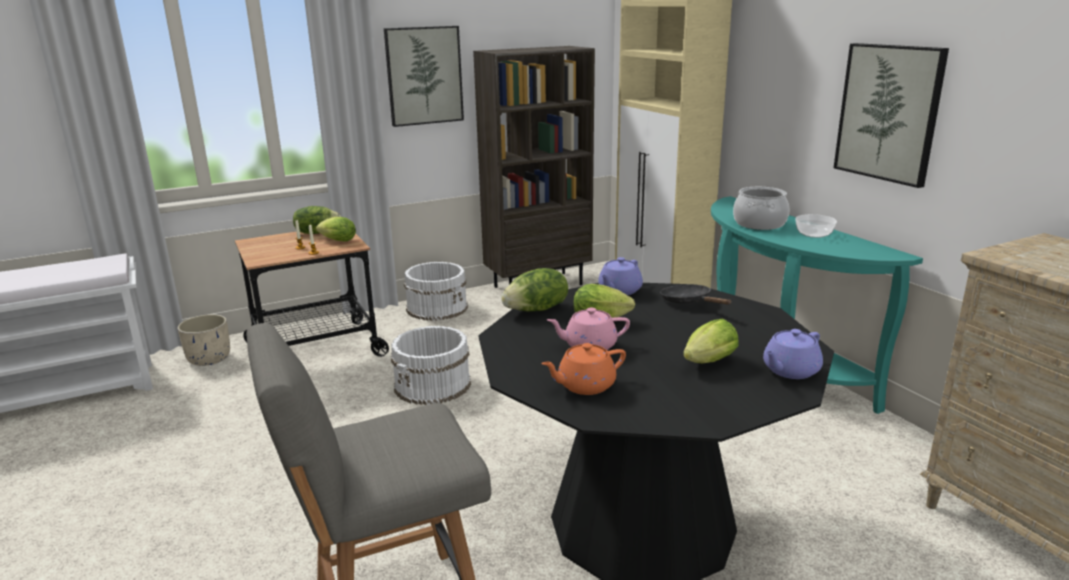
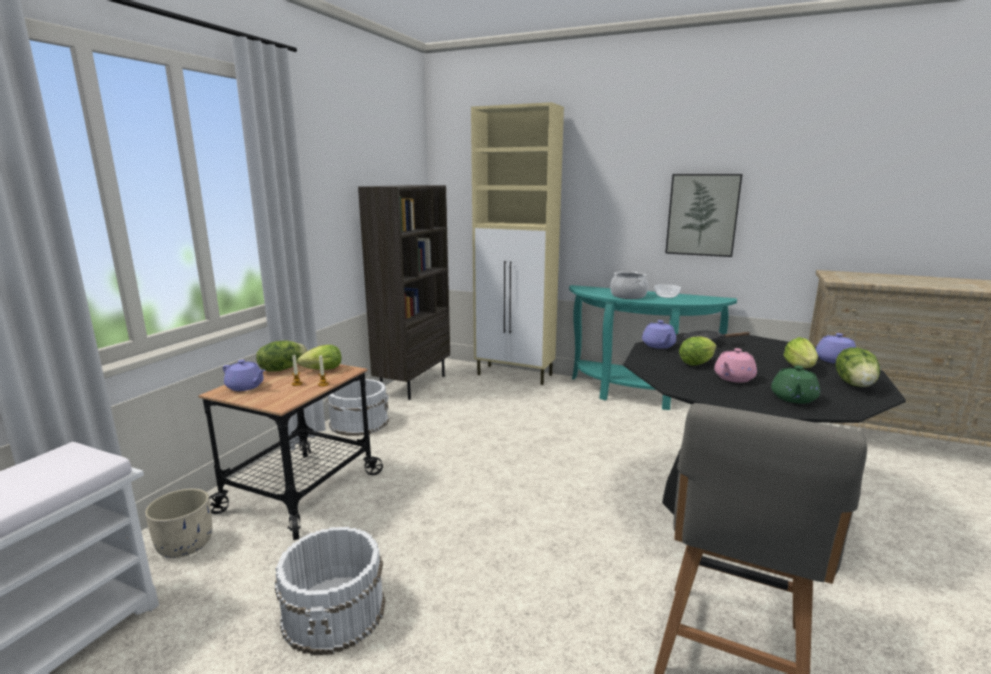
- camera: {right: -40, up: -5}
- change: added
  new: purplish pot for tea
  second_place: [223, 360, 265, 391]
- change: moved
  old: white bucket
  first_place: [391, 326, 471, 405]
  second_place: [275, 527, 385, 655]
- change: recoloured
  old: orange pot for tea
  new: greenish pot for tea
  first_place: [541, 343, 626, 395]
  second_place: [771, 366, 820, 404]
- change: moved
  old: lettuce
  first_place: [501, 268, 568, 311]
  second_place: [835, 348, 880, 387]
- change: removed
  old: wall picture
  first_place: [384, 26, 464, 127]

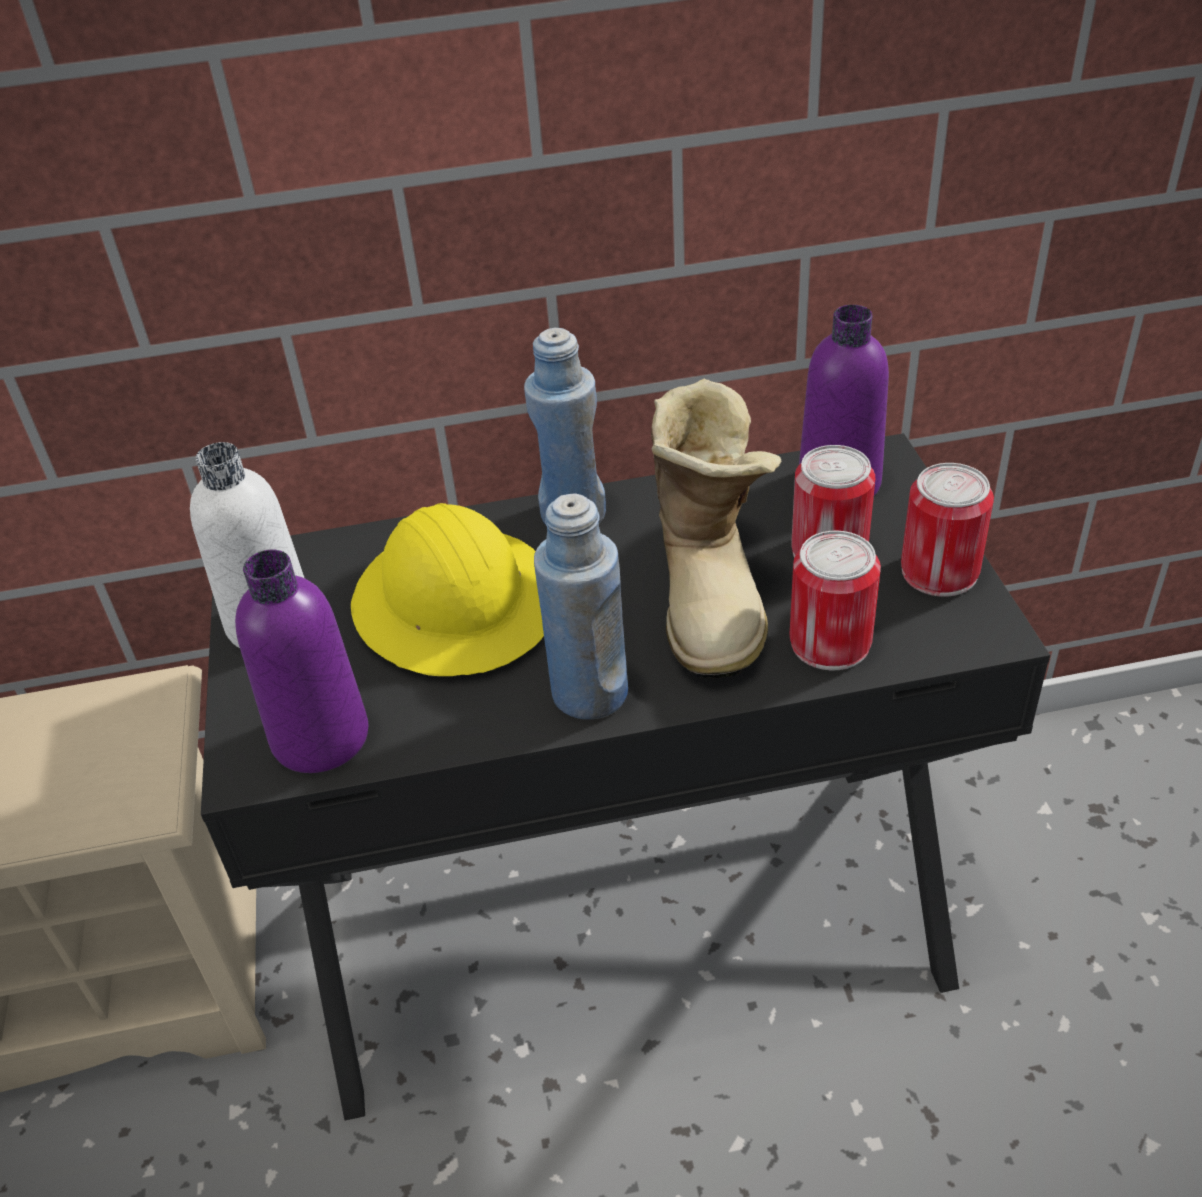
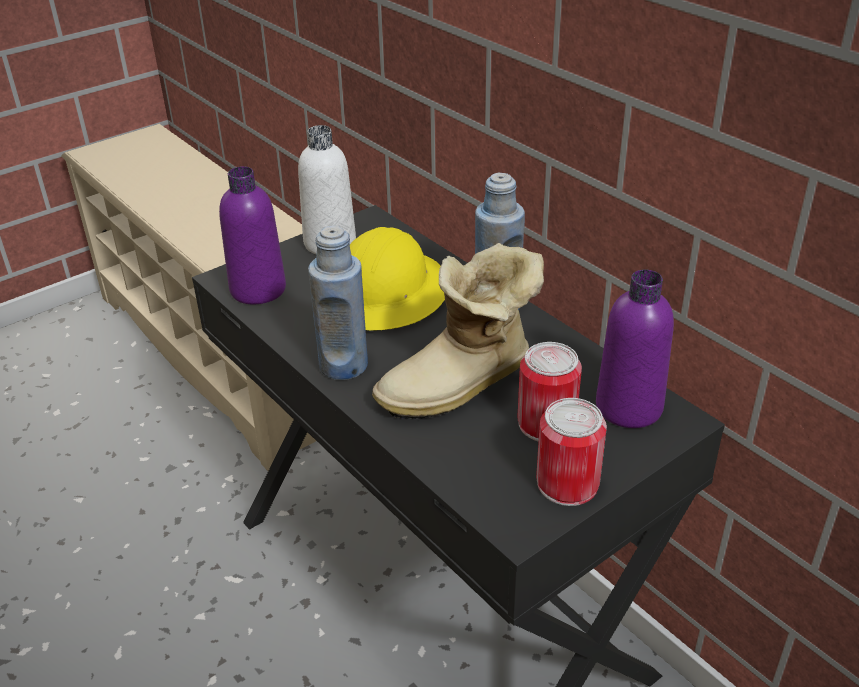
- camera: {right: 60, up: -5}
- change: removed
  old: can
  first_place: [789, 531, 881, 670]

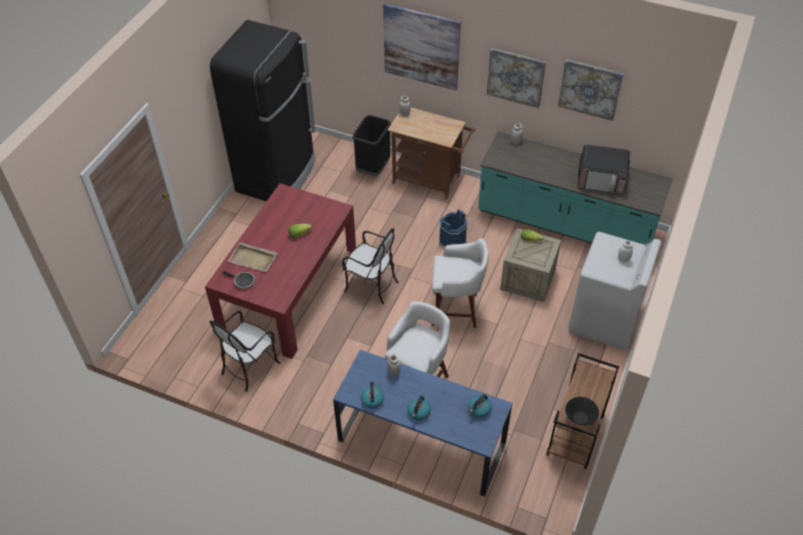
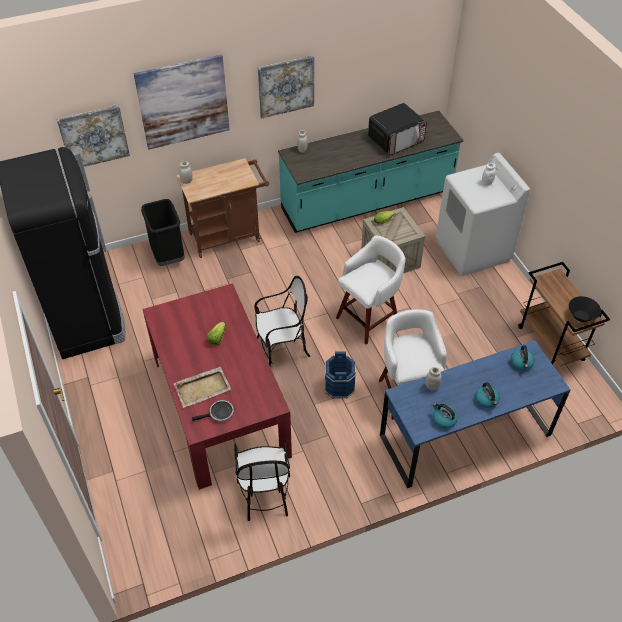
- camera: {right: -45, up: 0}
- change: moved
  old: wall picture
  first_place: [558, 59, 624, 121]
  second_place: [57, 105, 130, 167]
- change: moved
  old: blue bucket
  first_place: [439, 209, 468, 247]
  second_place: [324, 351, 357, 399]

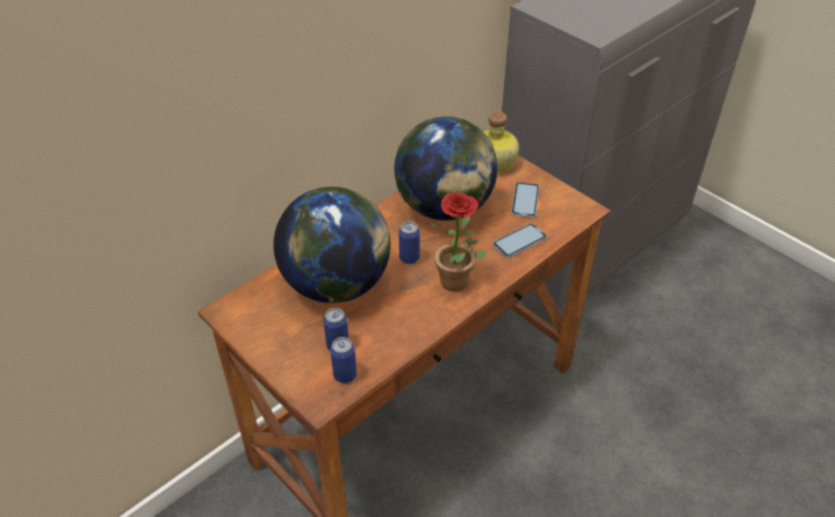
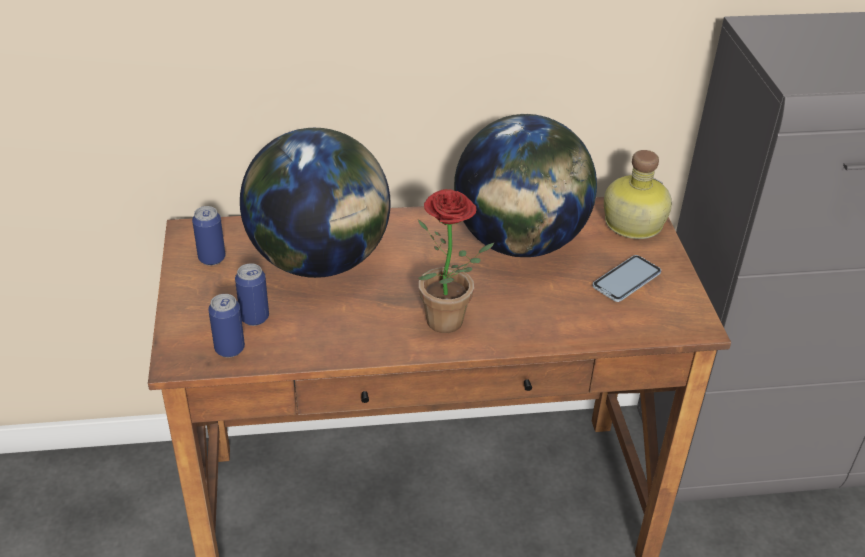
- camera: {right: 35, up: -5}
- change: moved
  old: can
  first_place: [399, 221, 420, 264]
  second_place: [192, 206, 226, 265]
- change: removed
  old: handset
  first_place: [493, 223, 547, 258]

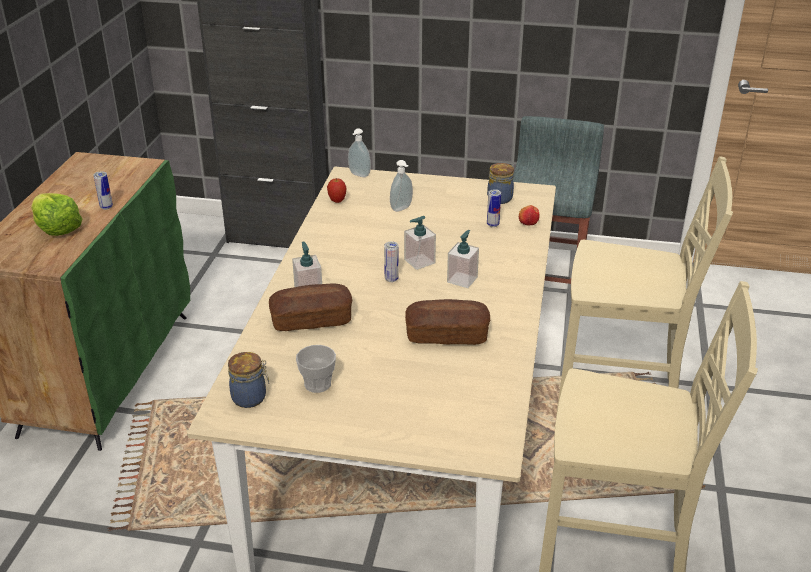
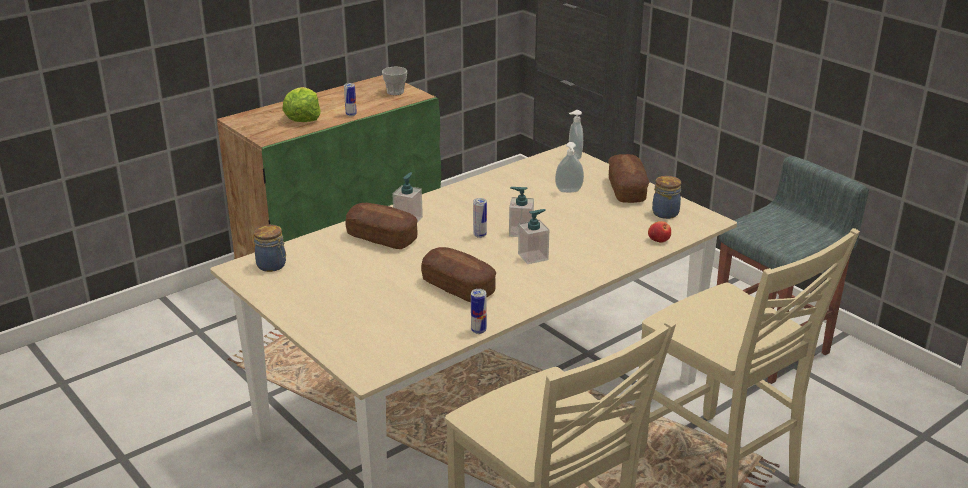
- camera: {right: 40, up: -5}
- change: moved
  old: drinking cup
  first_place: [296, 345, 336, 393]
  second_place: [382, 67, 407, 95]
- change: moved
  old: can
  first_place: [487, 189, 501, 227]
  second_place: [471, 289, 487, 334]
- change: added
  new: bread
  second_place: [608, 154, 649, 203]
- change: removed
  old: apple fruit
  first_place: [327, 178, 346, 203]

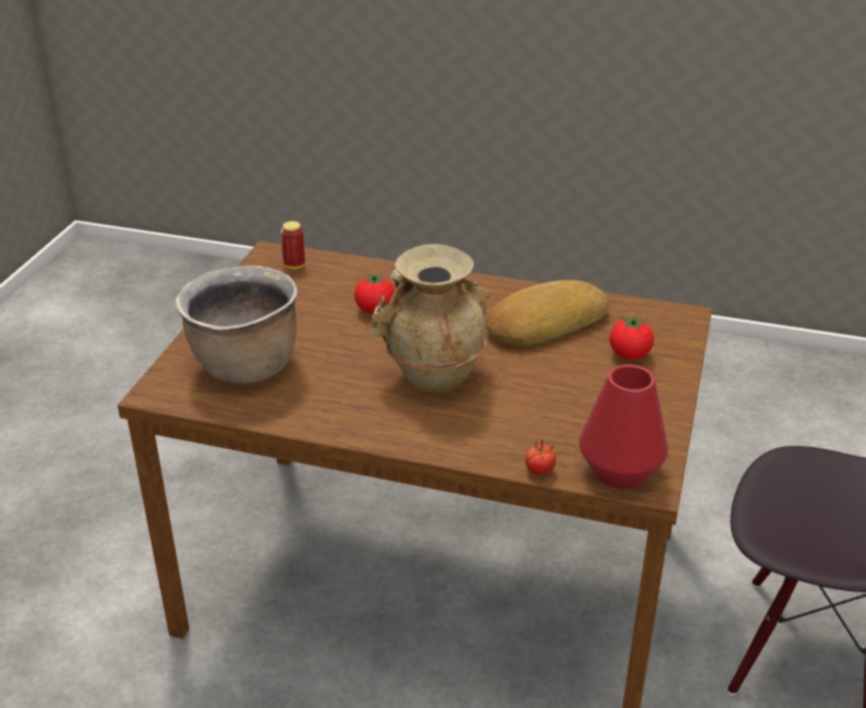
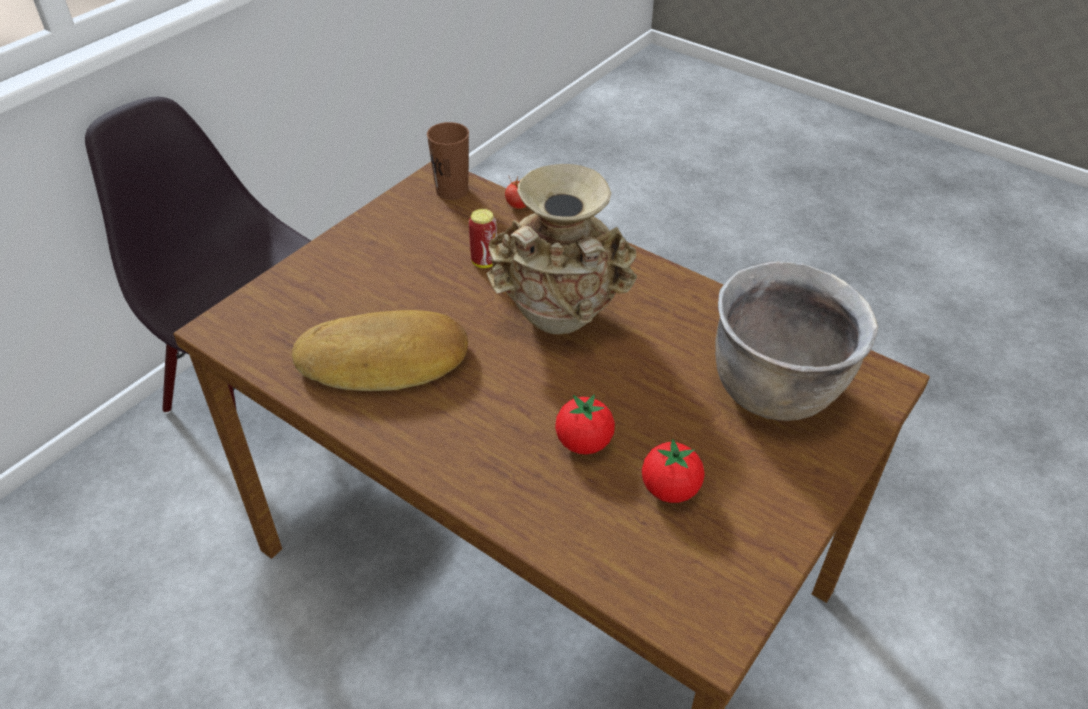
- camera: {right: -160, up: 10}
- change: replaced
  old: red flower vase
  new: brownish drinking cup
  first_place: [579, 364, 668, 489]
  second_place: [427, 122, 469, 200]
- change: moved
  old: can
  first_place: [281, 221, 305, 269]
  second_place: [469, 209, 497, 268]
- change: moved
  old: whole tomato
  first_place: [610, 315, 654, 360]
  second_place: [642, 439, 705, 503]

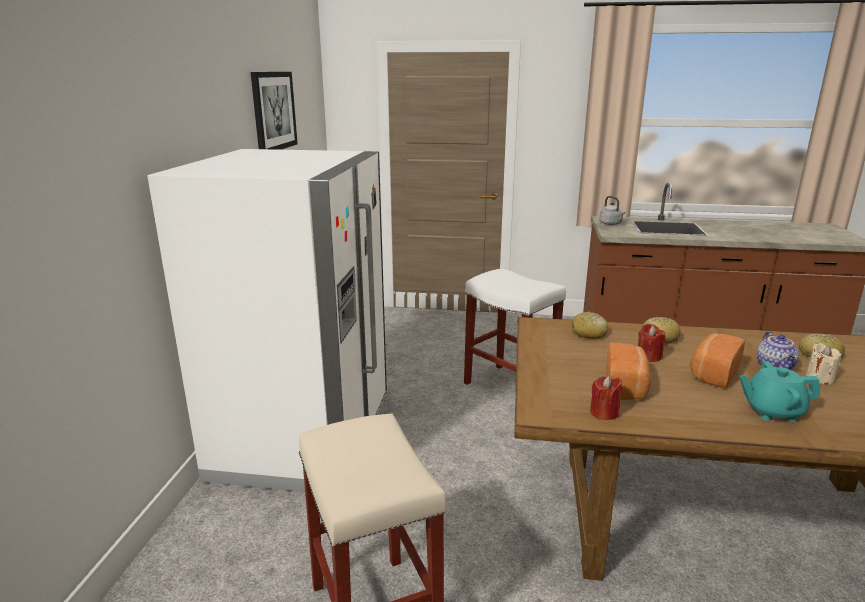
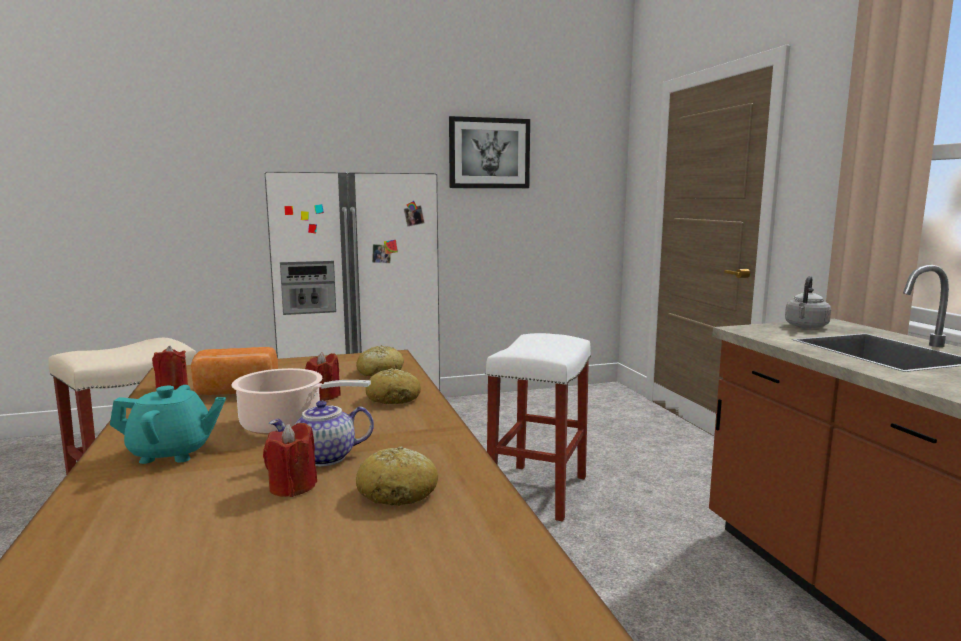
- camera: {right: 65, up: -10}
- change: turned
  old: turquoise pot for tea
  first_place: [739, 361, 820, 422]
  second_place: [110, 385, 226, 464]
  degrees: 105
- change: replaced
  old: bread
  new: cooking pot
  first_place: [690, 333, 745, 388]
  second_place: [231, 368, 371, 435]
- change: recoloured
  old: beige-coloured wax candle
  new: red wax candle
  first_place: [806, 343, 842, 385]
  second_place: [263, 423, 317, 497]

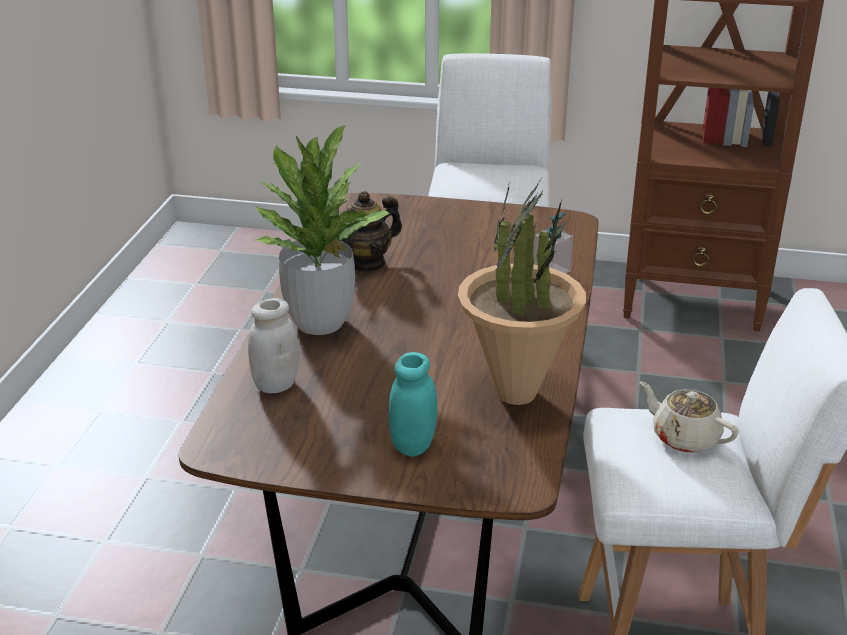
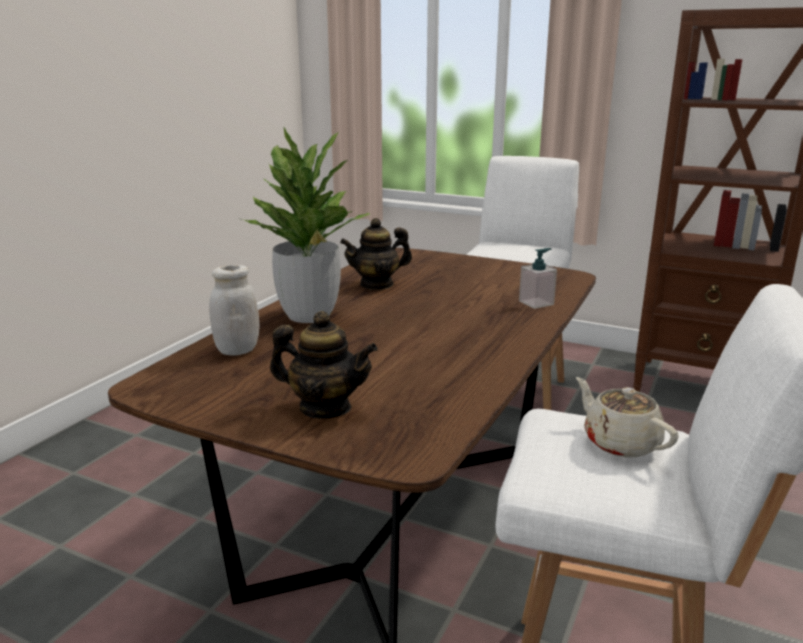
- camera: {right: 15, up: -10}
- change: replaced
  old: turquoise jar
  new: pot for tea
  first_place: [389, 352, 437, 457]
  second_place: [270, 311, 378, 419]
- change: removed
  old: houseplant
  first_place: [458, 176, 586, 405]

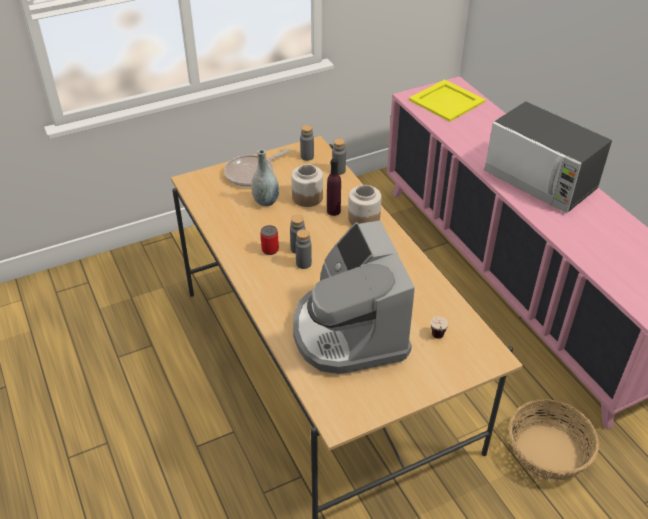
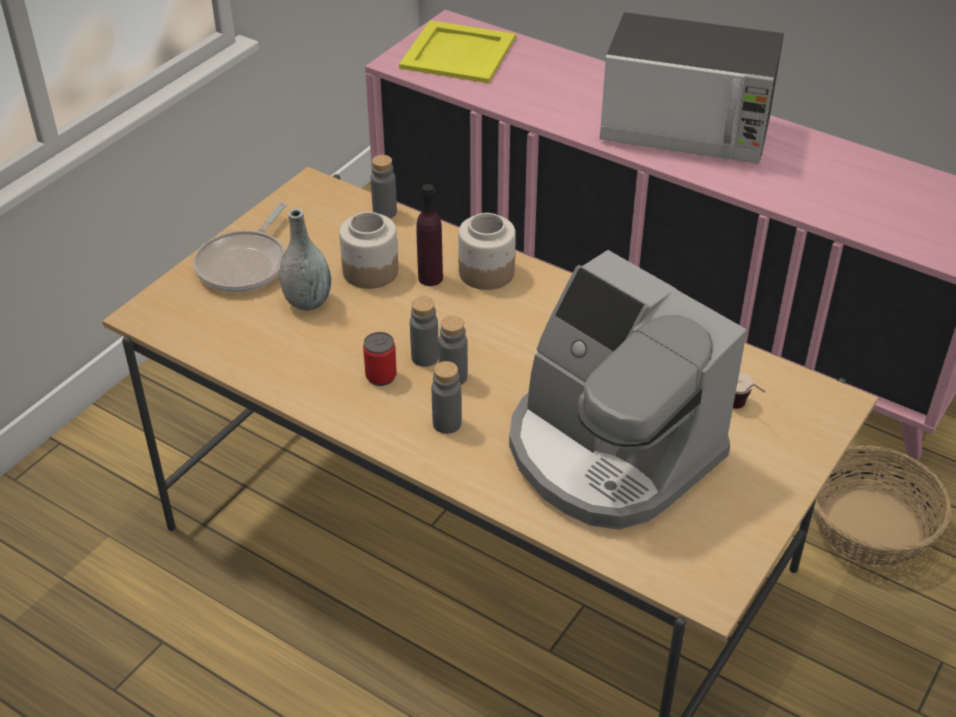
- camera: {right: -30, up: 0}
- change: moved
  old: greyish beverage bottle
  first_place: [300, 125, 314, 161]
  second_place: [432, 361, 462, 434]

